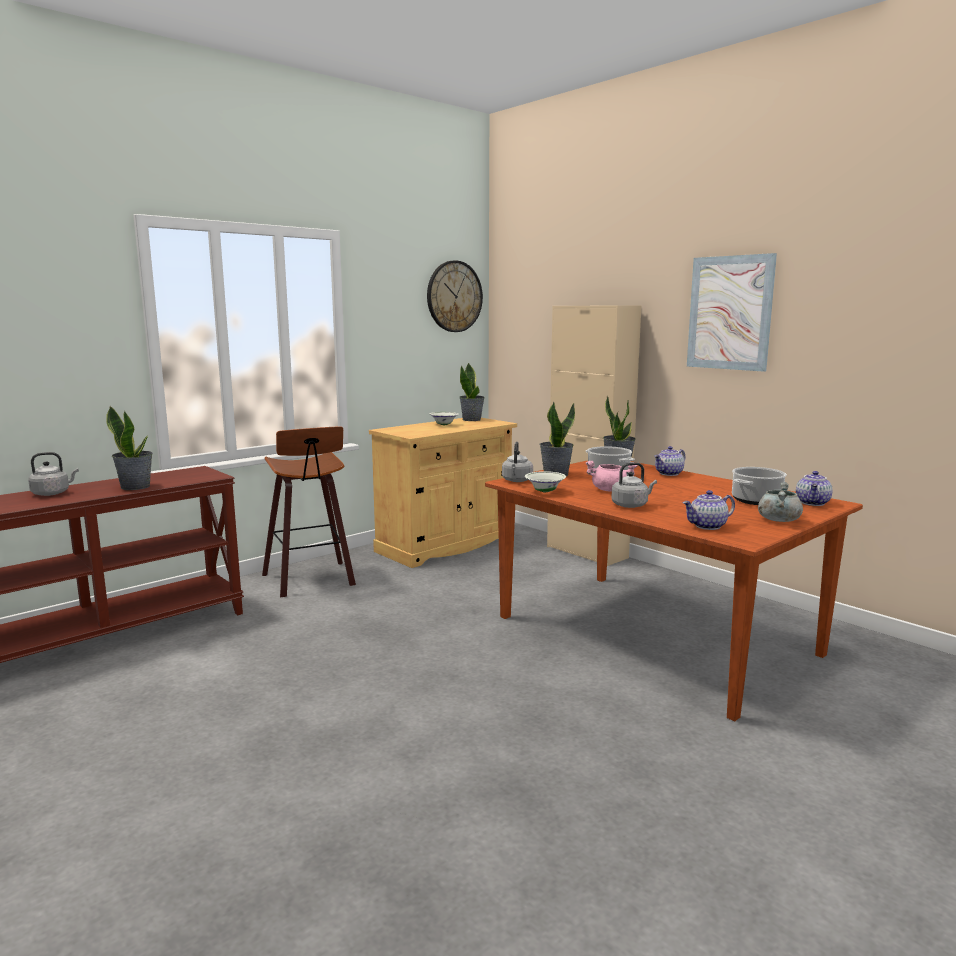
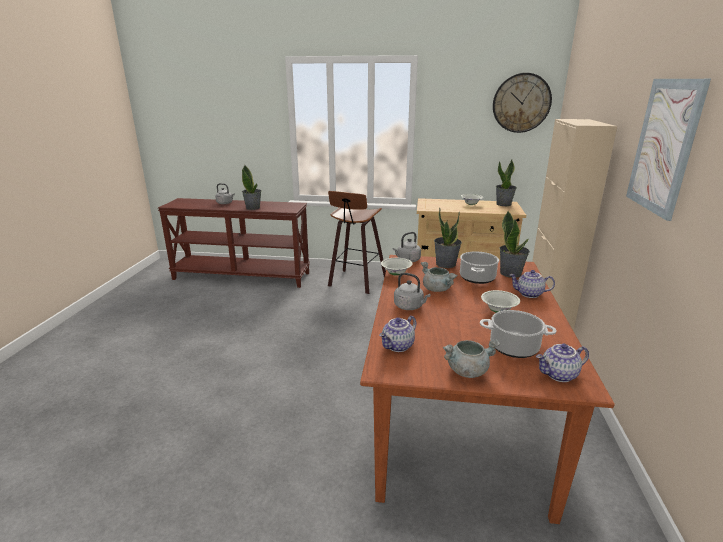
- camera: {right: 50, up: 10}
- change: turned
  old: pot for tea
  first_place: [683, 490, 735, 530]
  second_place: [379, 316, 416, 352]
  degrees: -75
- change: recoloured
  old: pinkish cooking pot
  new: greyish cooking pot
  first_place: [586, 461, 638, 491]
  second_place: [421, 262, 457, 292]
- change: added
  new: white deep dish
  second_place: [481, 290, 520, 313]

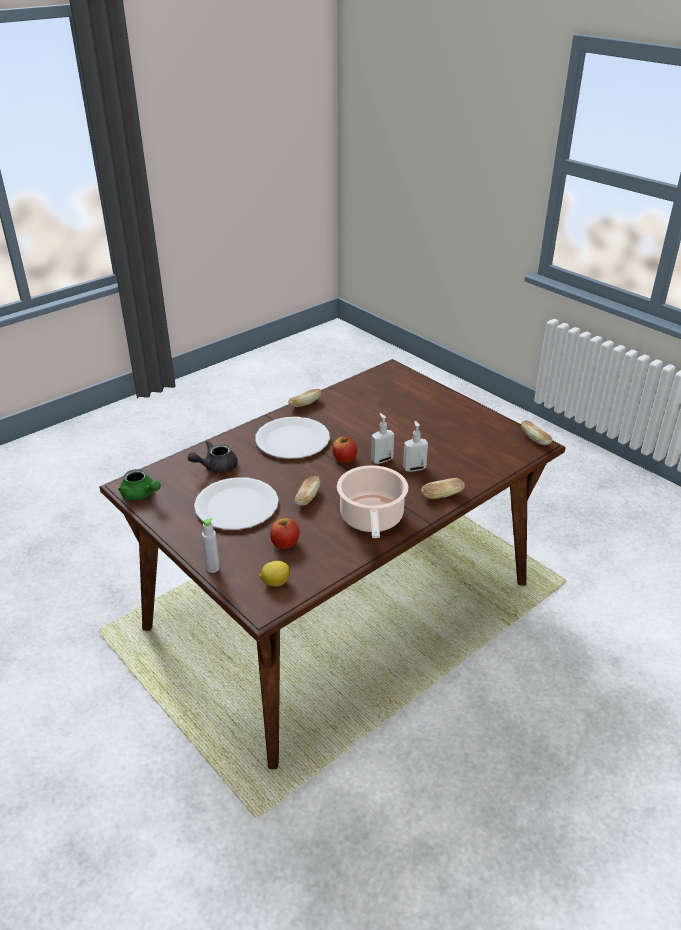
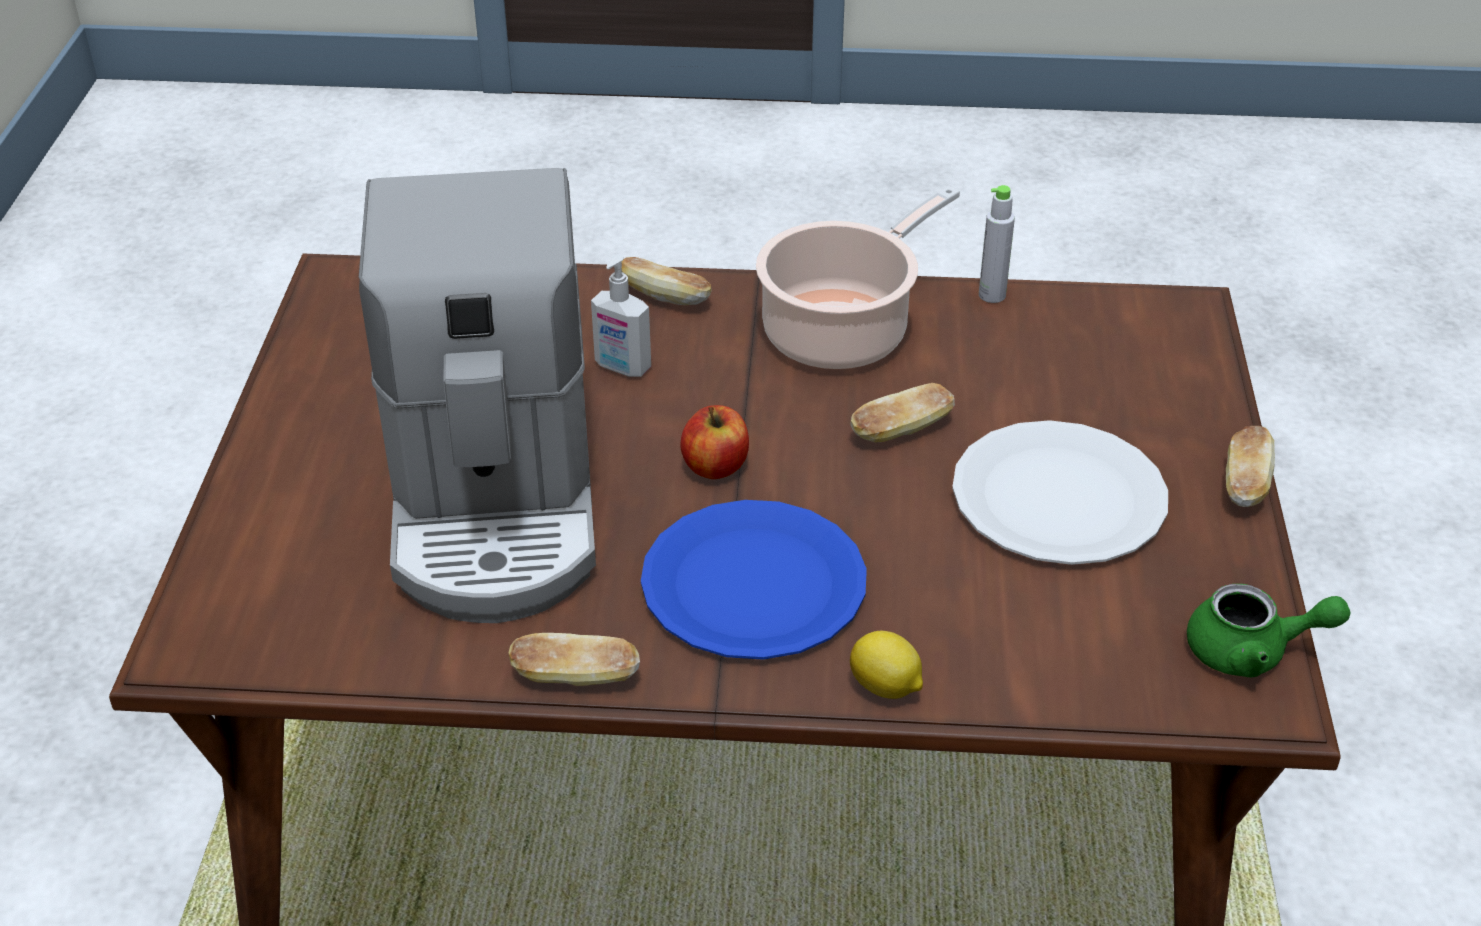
- camera: {right: -135, up: 5}
- change: added
  new: coffee machine
  second_place: [359, 168, 596, 623]
- change: recoloured
  old: white plate
  new: blue plate
  first_place: [255, 417, 330, 459]
  second_place: [641, 500, 867, 660]
- change: moved
  old: whole lemon
  first_place: [259, 561, 290, 586]
  second_place: [850, 631, 923, 699]
- change: moved
  old: greyish beverage bottle
  first_place: [202, 518, 220, 573]
  second_place: [979, 185, 1015, 303]
- change: turned
  old: greenish pot for tea
  first_place: [118, 469, 161, 500]
  second_place: [1187, 584, 1351, 677]
  degrees: 105
- change: moved
  old: bread
  first_place: [521, 420, 552, 445]
  second_place: [1226, 426, 1275, 507]
- change: removed
  old: greyish pot for tea
  first_place: [188, 440, 238, 473]
- change: removed
  old: apple fruit
  first_place: [270, 518, 300, 549]
- change: removed
  old: soap bottle
  first_place: [371, 413, 394, 464]

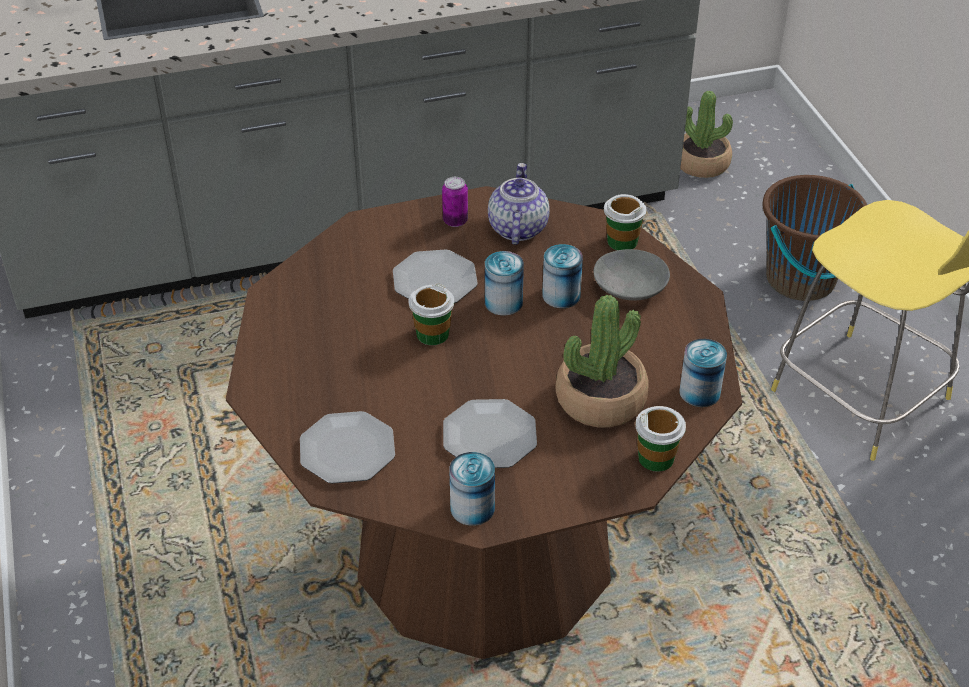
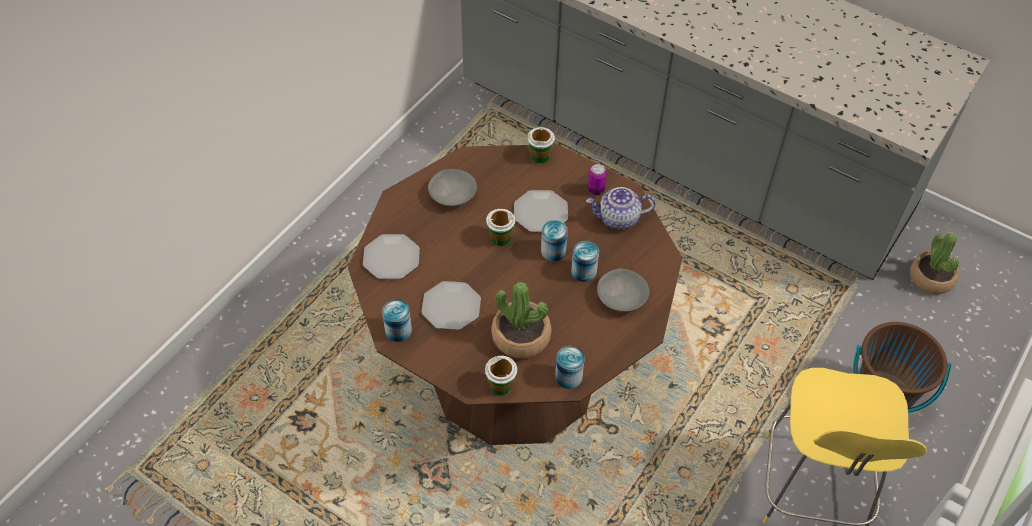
- camera: {right: 50, up: 10}
- change: added
  new: greyish deep dish
  second_place: [428, 169, 477, 207]
- change: moved
  old: drinking cup
  first_place: [604, 194, 647, 250]
  second_place: [527, 127, 555, 163]
- change: turned
  old: pot for tea
  first_place: [488, 163, 550, 245]
  second_place: [586, 187, 656, 230]
  degrees: -150

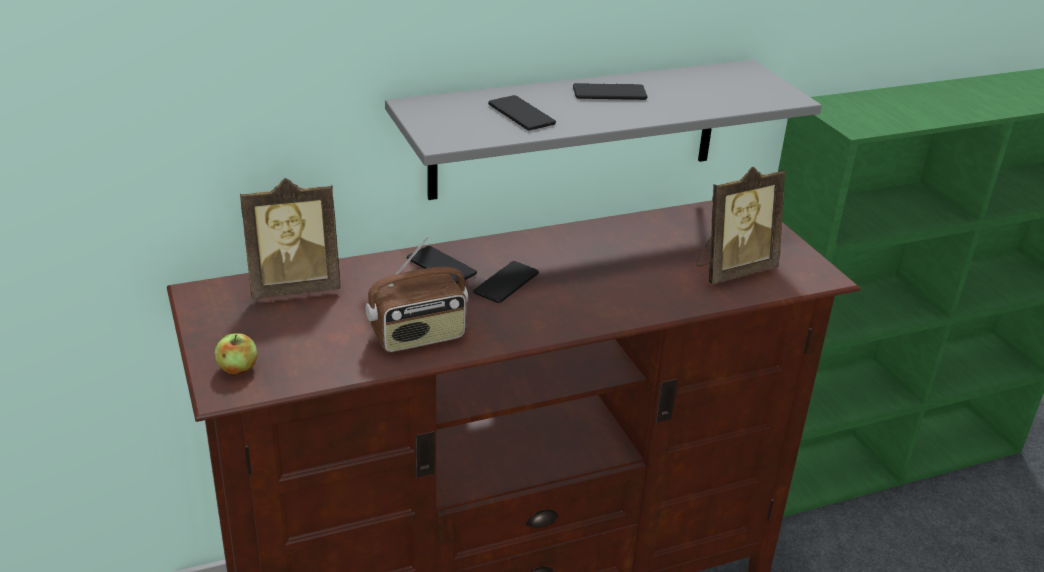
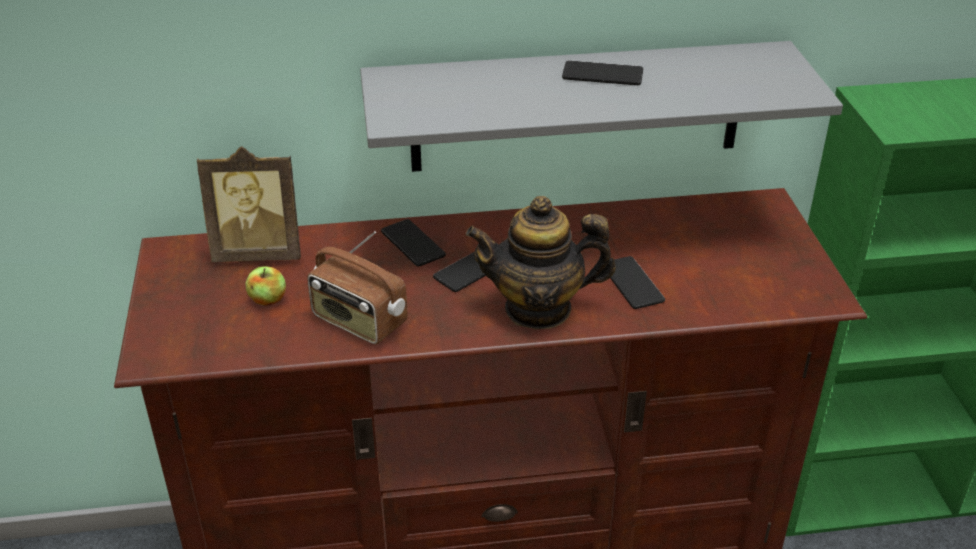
- camera: {right: 15, up: 5}
- change: moved
  old: apple fruit
  first_place: [215, 333, 257, 375]
  second_place: [246, 267, 286, 306]
- change: turned
  old: radio receiver
  first_place: [365, 236, 468, 353]
  second_place: [307, 231, 407, 345]
  degrees: 45
- change: added
  new: pot for tea
  second_place: [466, 196, 616, 329]
- change: moved
  old: handset
  first_place: [488, 95, 556, 130]
  second_place: [611, 256, 665, 309]
- change: removed
  old: standing frame
  first_place: [696, 166, 786, 284]

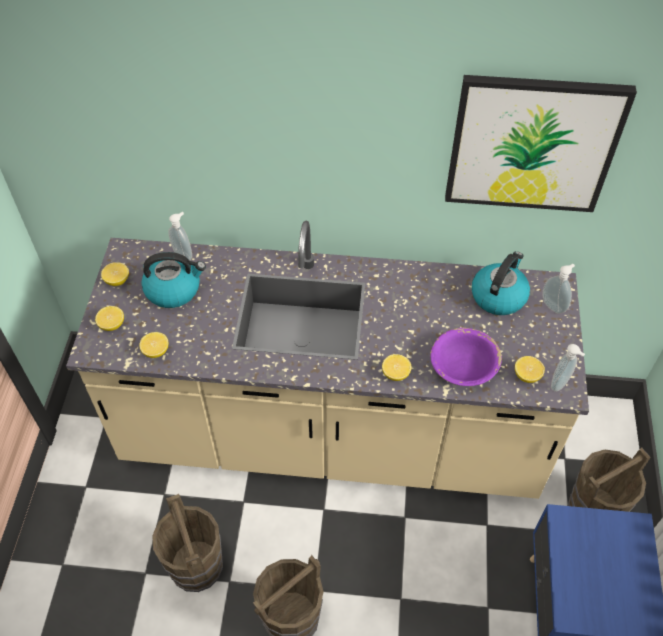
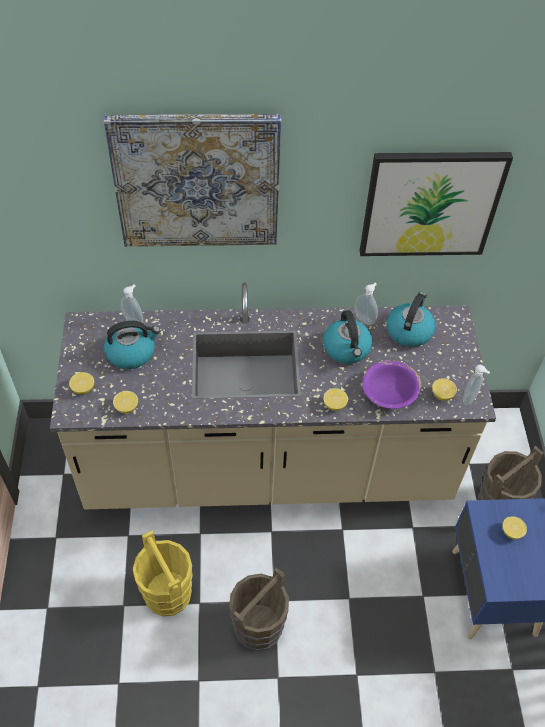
- camera: {right: -10, up: 0}
- change: added
  new: wall picture
  second_place: [104, 114, 281, 247]
- change: recoloured
  old: brownish bucket
  new: yellow-coloured bucket
  first_place: [152, 494, 223, 592]
  second_place: [133, 530, 193, 616]
- change: added
  new: water kettle
  second_place: [323, 310, 373, 364]
- change: moved
  old: soap bottle
  first_place: [542, 264, 575, 314]
  second_place: [355, 283, 378, 325]
- change: moved
  old: whole lemon
  first_place: [101, 262, 129, 286]
  second_place: [502, 516, 527, 539]

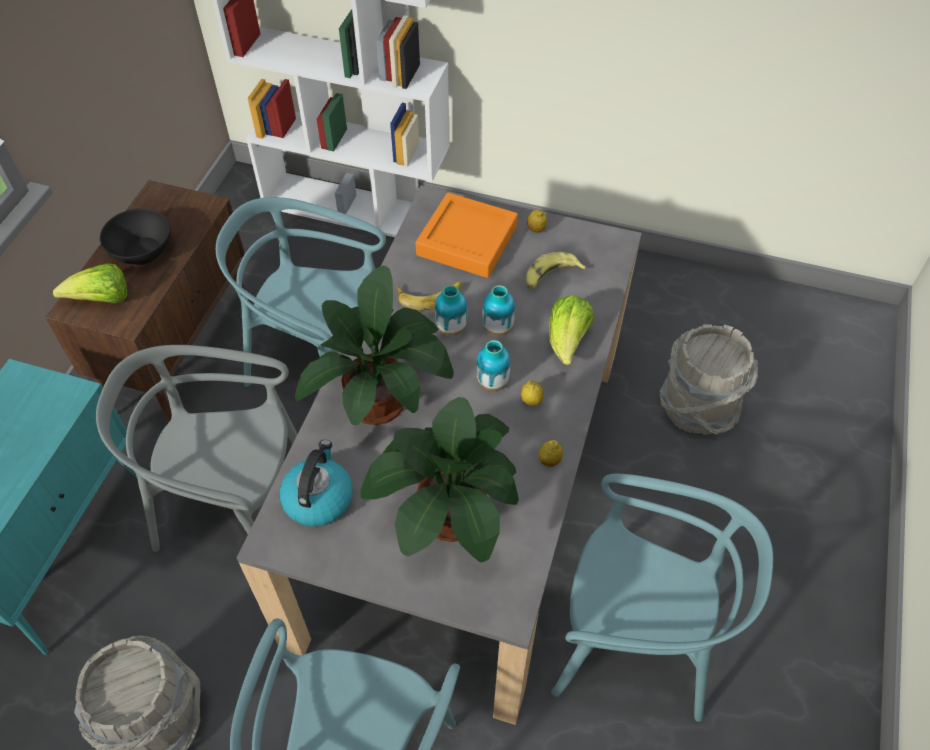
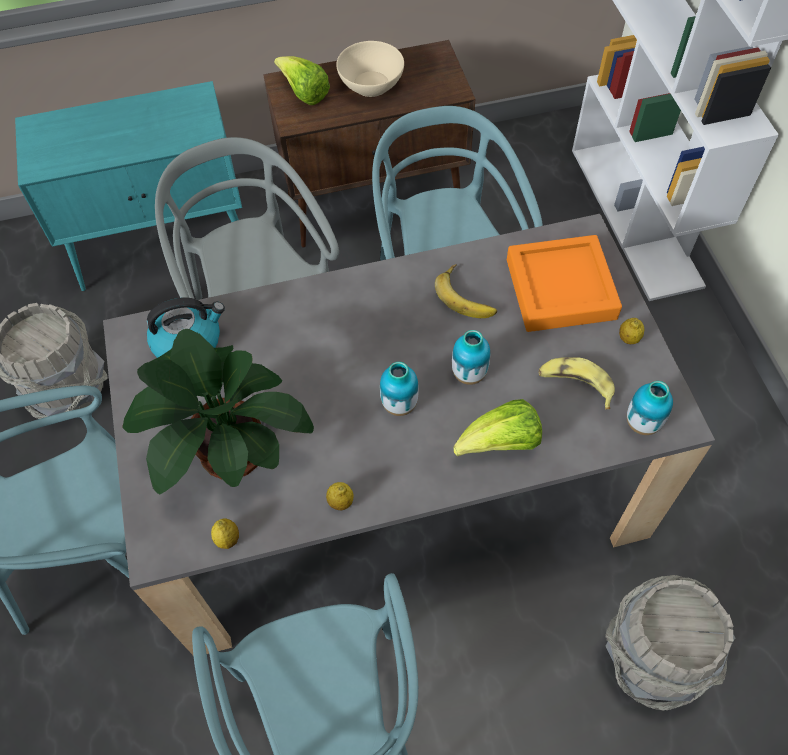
- camera: {right: 60, up: 5}
- change: moved
  old: whole lemon
  first_place: [521, 380, 544, 406]
  second_place: [211, 518, 239, 549]
- change: recoloured
  old: black-coloured deep dish
  new: beige-coloured deep dish
  first_place: [100, 208, 171, 265]
  second_place: [336, 41, 404, 97]
- change: moved
  old: flower vase
  first_place: [435, 285, 467, 336]
  second_place: [627, 381, 673, 435]
- change: removed
  old: houseplant
  first_place: [295, 266, 454, 426]

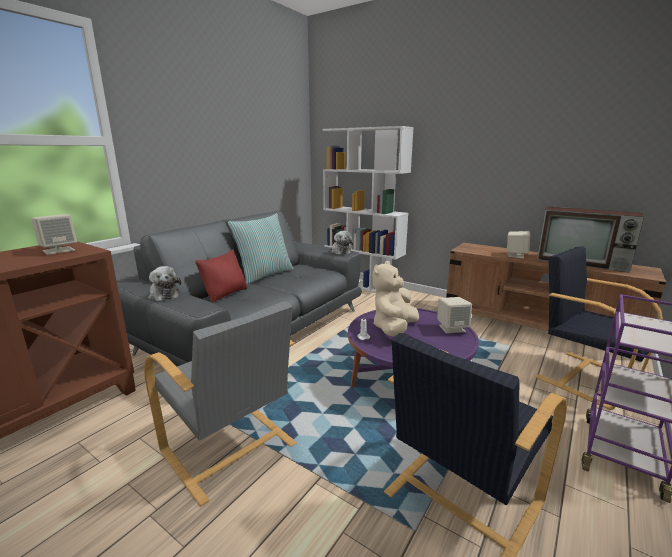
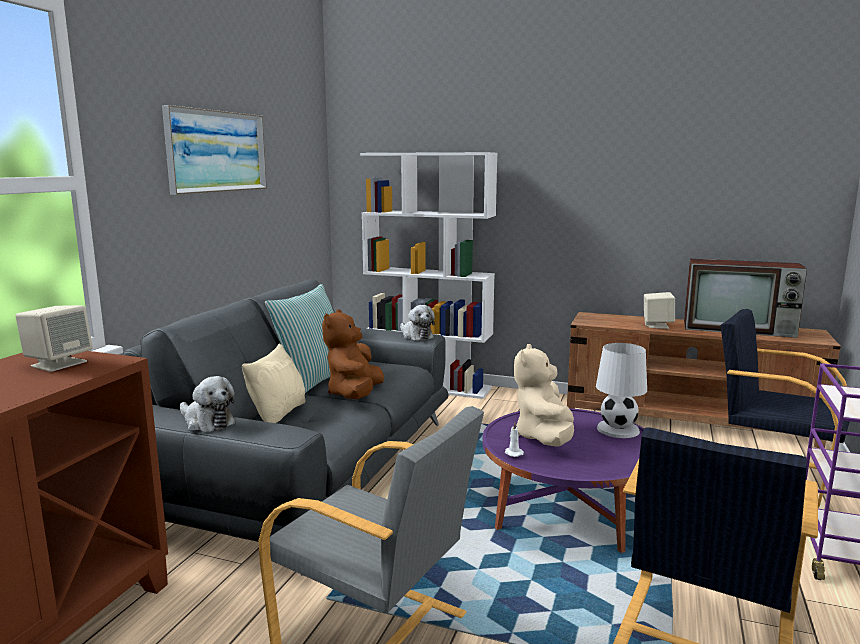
- camera: {right: -15, up: -5}
- change: added
  new: wall picture
  second_place: [162, 105, 267, 195]
- change: recoloured
  old: red cushion
  new: beige-coloured cushion
  first_place: [195, 249, 247, 302]
  second_place: [242, 343, 305, 423]
- change: added
  new: brownish plush toy
  second_place: [322, 309, 384, 399]
- change: replaced
  old: beige-coloured audio speaker
  new: white lamp for a table
  first_place: [437, 297, 472, 334]
  second_place: [596, 343, 647, 438]

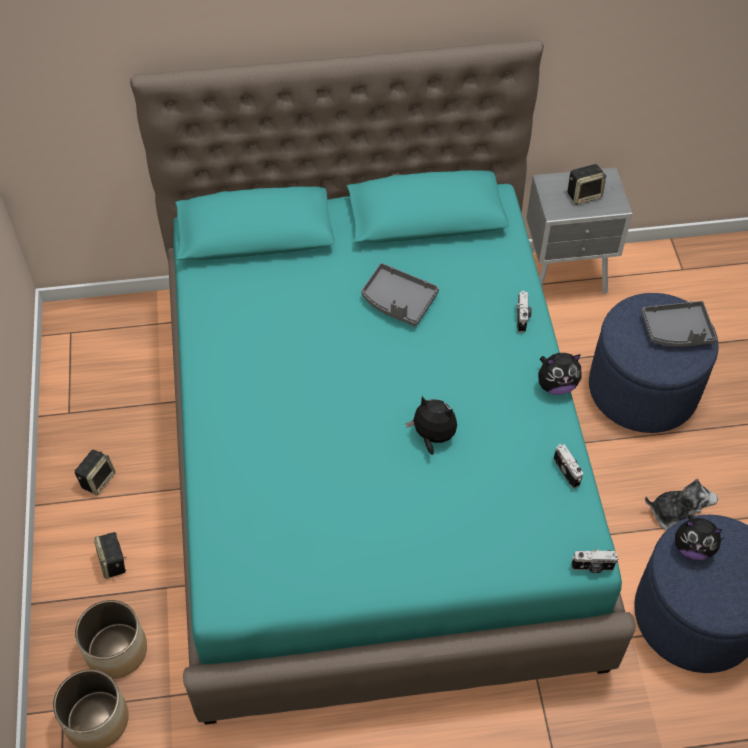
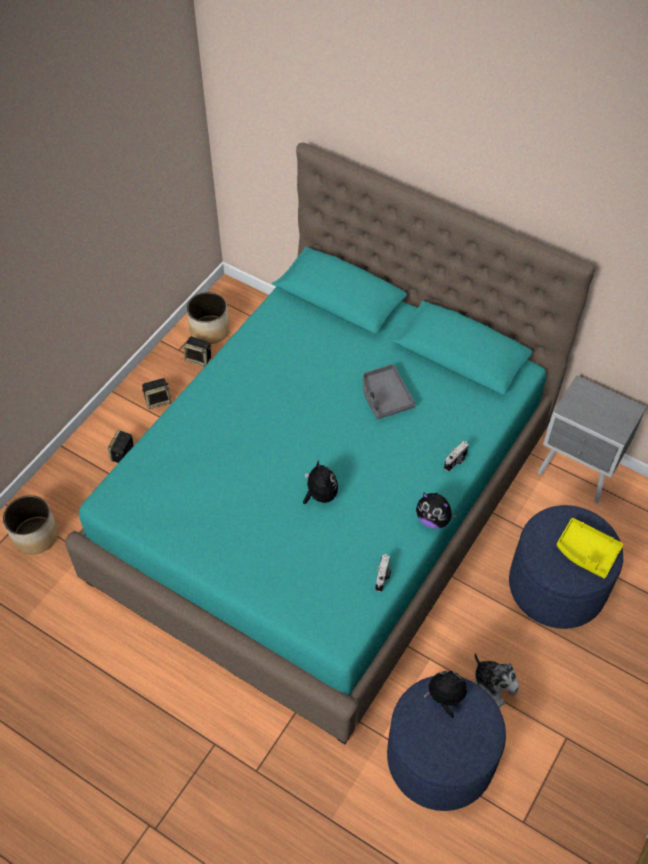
- camera: {right: 40, up: 0}
- change: moved
  old: audio speaker
  first_place: [567, 164, 606, 205]
  second_place: [184, 337, 211, 367]
- change: moved
  old: plant pot
  first_place: [75, 600, 147, 679]
  second_place: [187, 292, 230, 344]
- change: turned
  old: plush toy
  first_place: [675, 514, 724, 560]
  second_place: [424, 671, 467, 718]
  degrees: 135
- change: recoloured
  old: greyish serving tray
  new: yellow-coloured serving tray
  first_place: [641, 301, 717, 347]
  second_place: [557, 518, 623, 579]
- change: removed
  old: still camera
  first_place: [572, 549, 618, 573]

